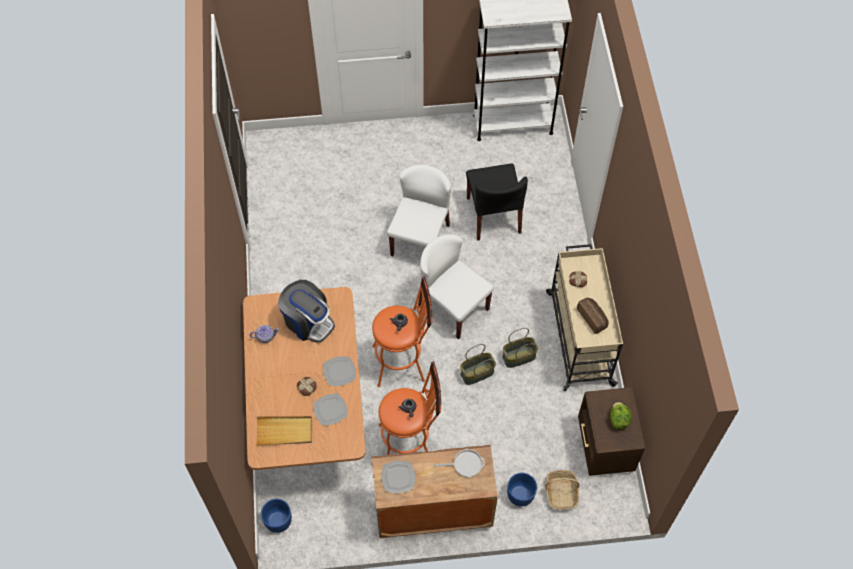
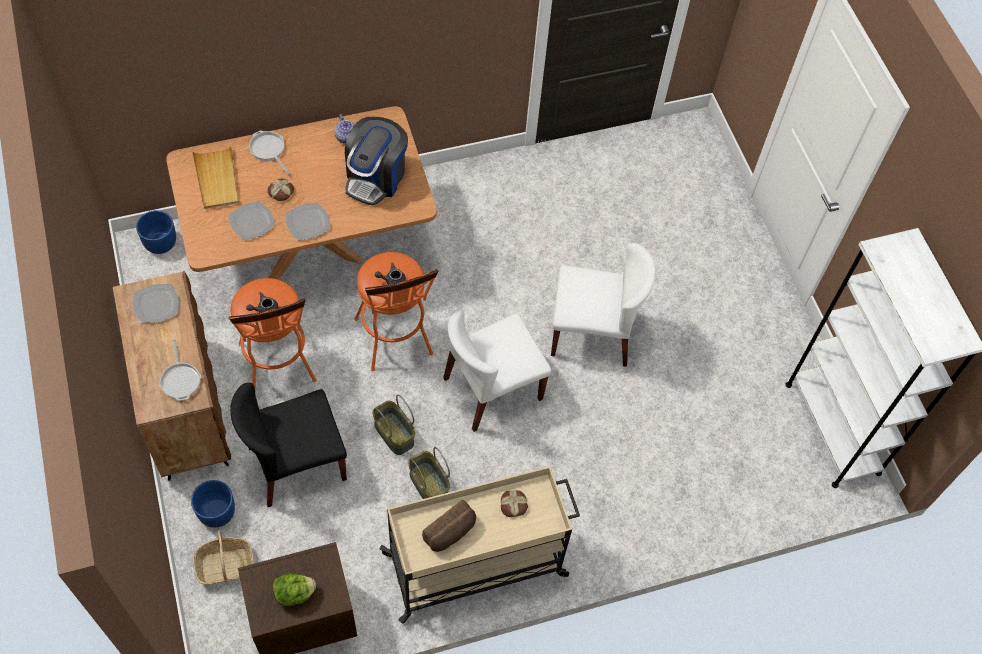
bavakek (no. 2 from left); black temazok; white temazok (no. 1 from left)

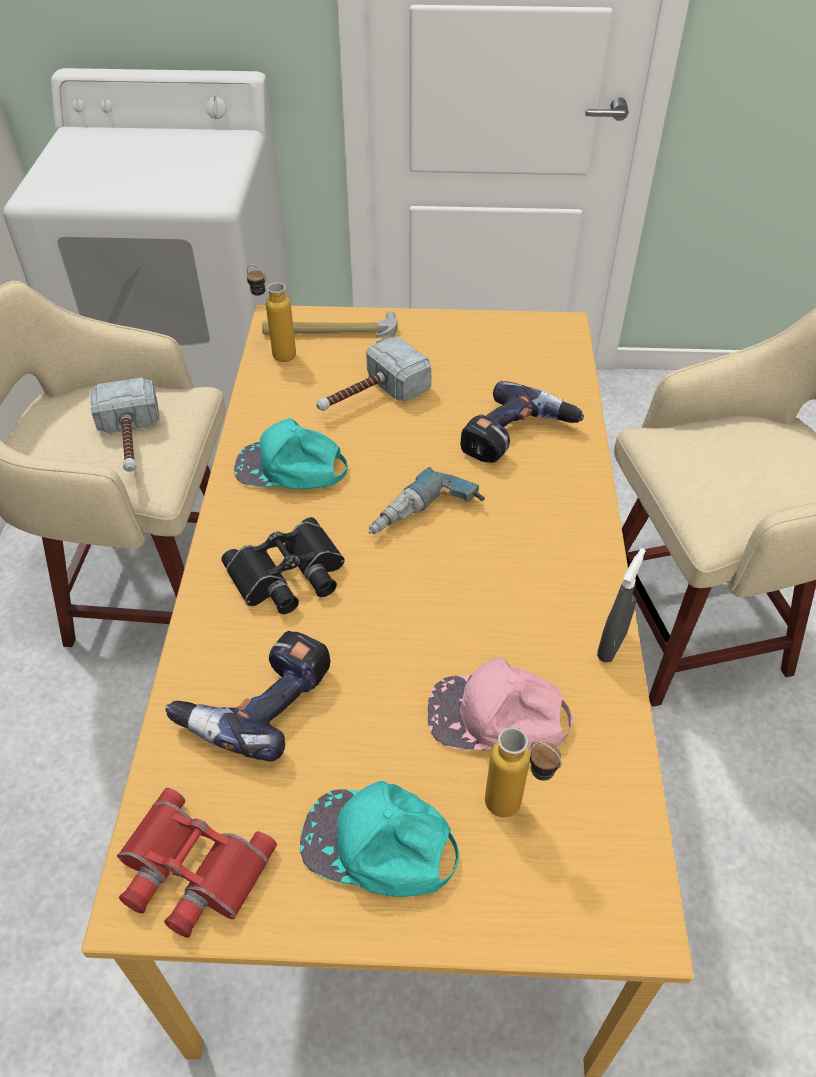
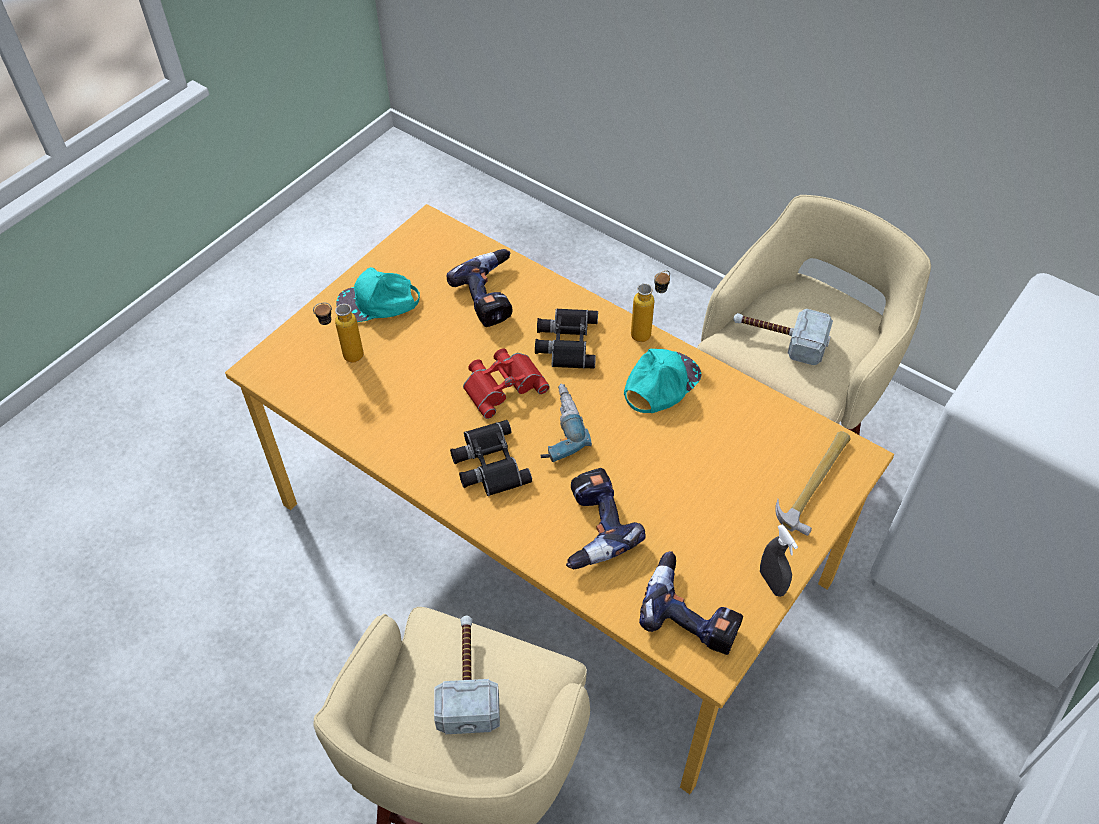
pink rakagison; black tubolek (no. 1 from left); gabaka (no. 4 from left); red tubolek; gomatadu (no. 2 from left); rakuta (no. 1 from left); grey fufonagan; turquoise rakagison (no. 1 from left)

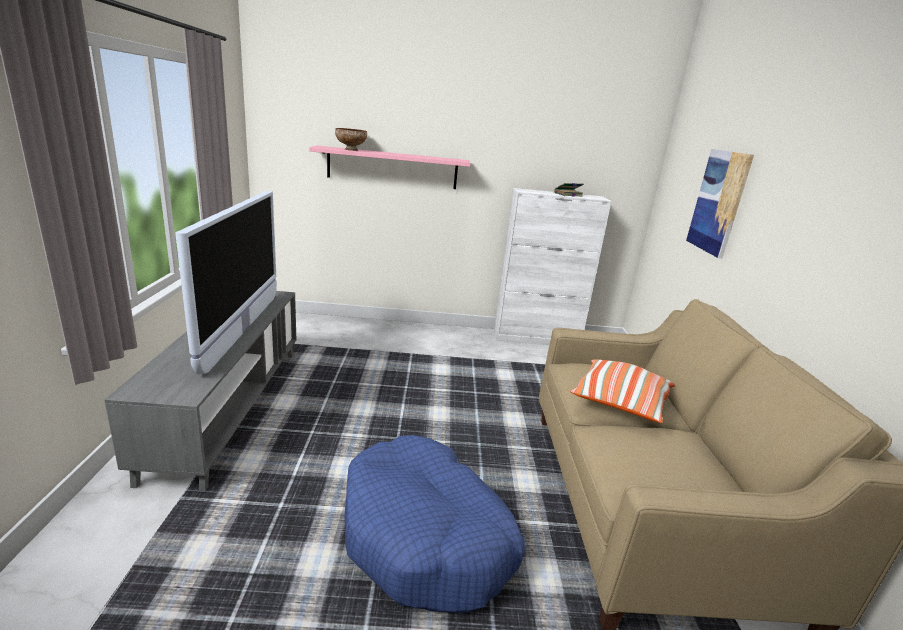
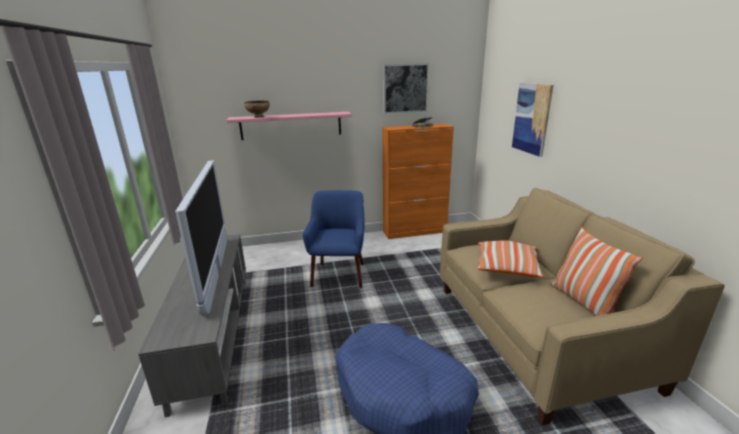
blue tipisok; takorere (no. 1 from left); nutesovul (no. 2 from left); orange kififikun

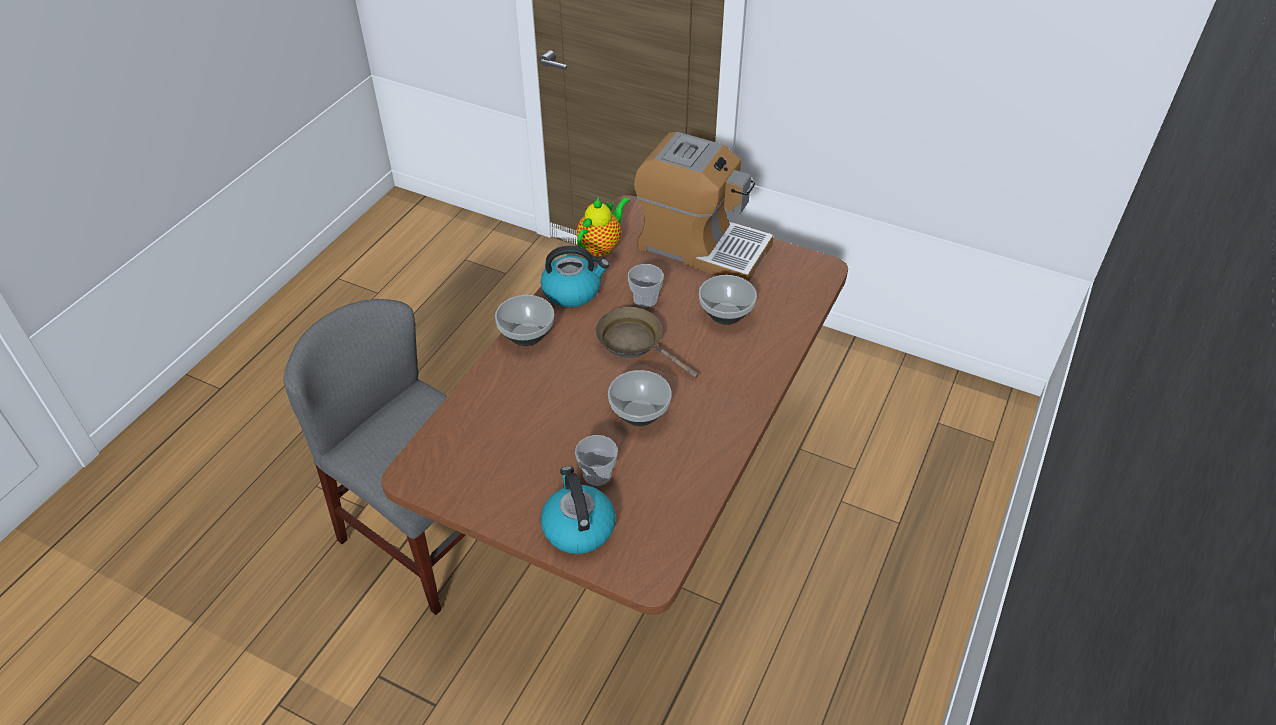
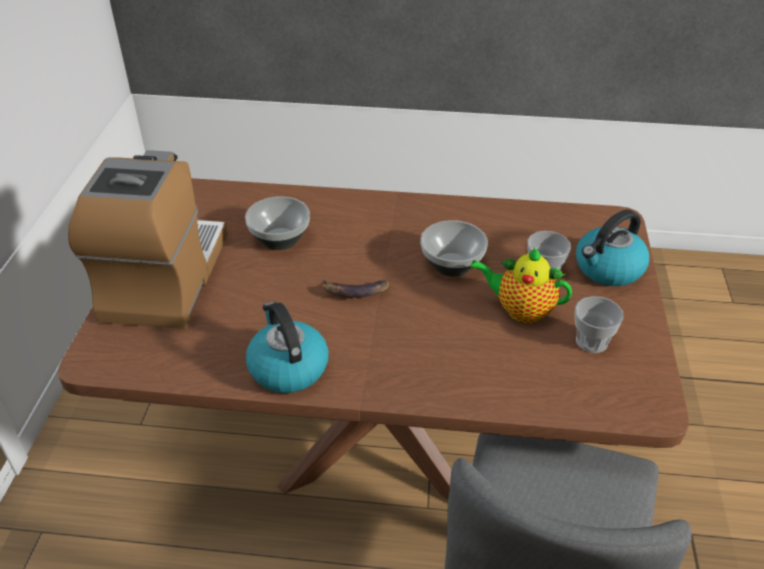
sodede (no. 1 from left in the first image); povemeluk; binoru (no. 2 from left); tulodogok

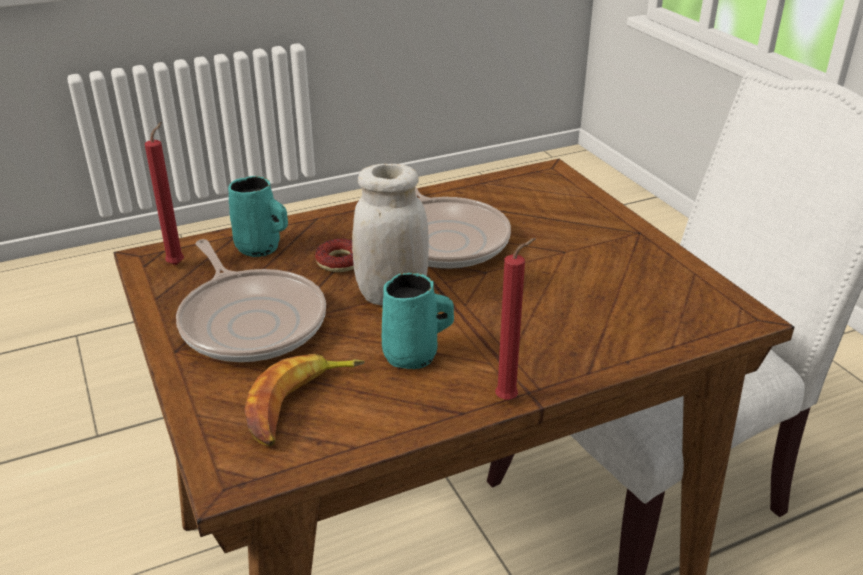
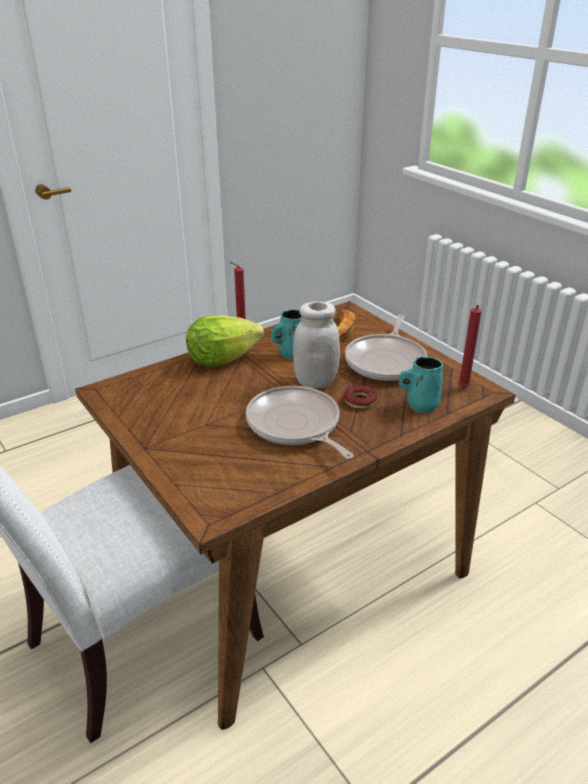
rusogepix; bavakek (no. 2 from left)

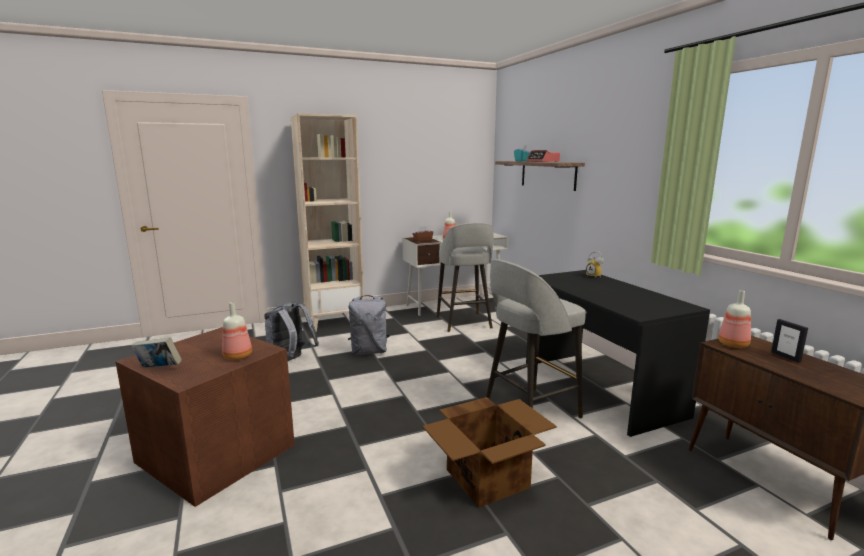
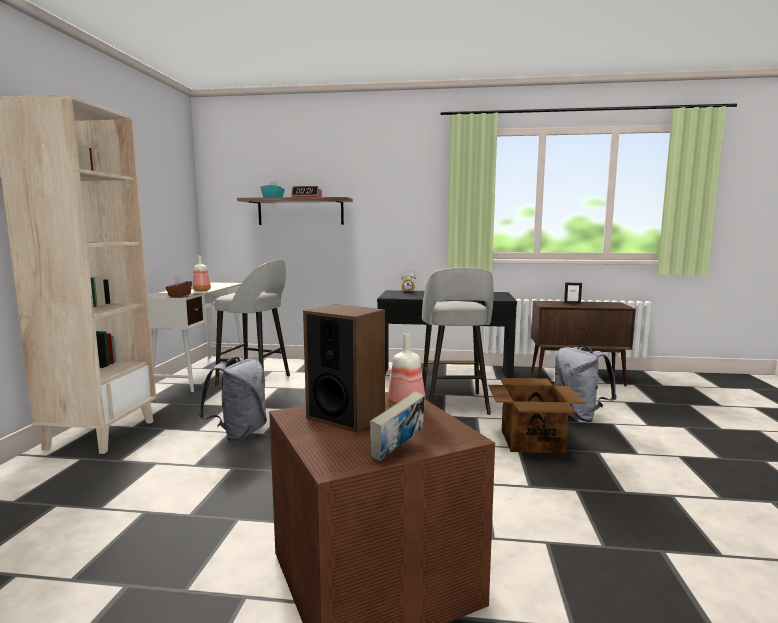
gomatadu (no. 3 from left in the first image); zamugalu; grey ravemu (no. 2 from left)

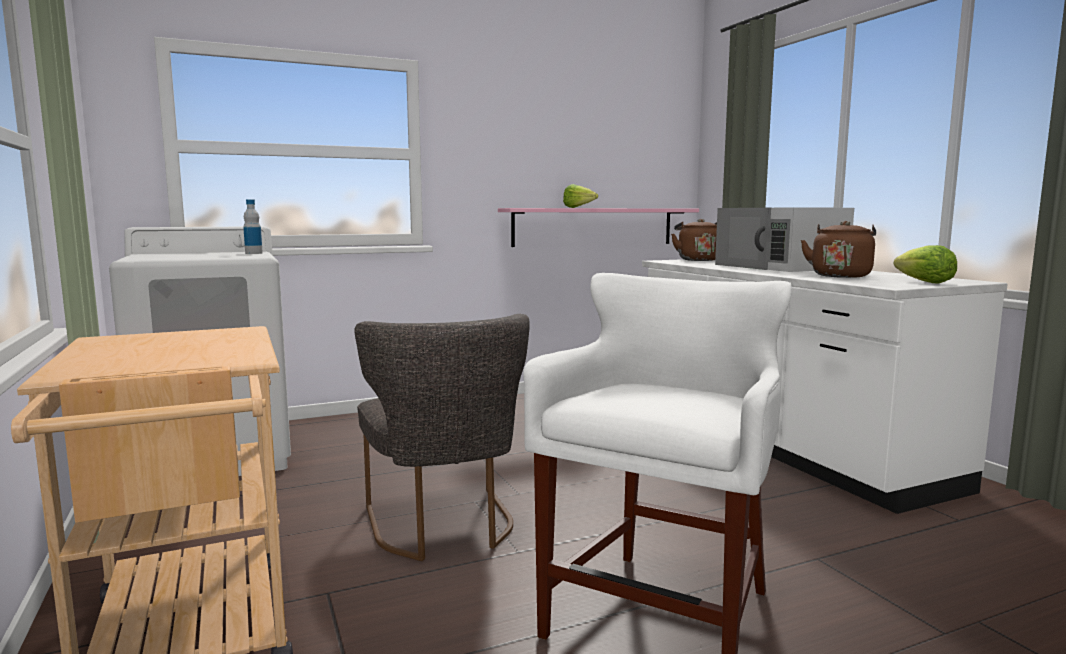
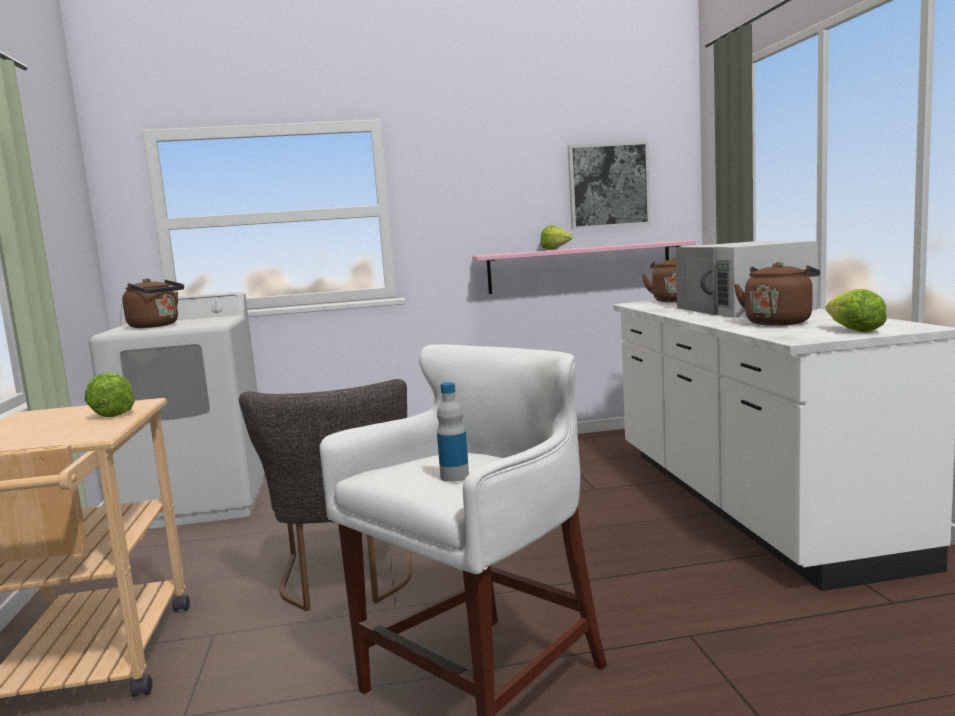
rusogepix (no. 1 from left); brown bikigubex (no. 1 from left); takorere; gomatadu

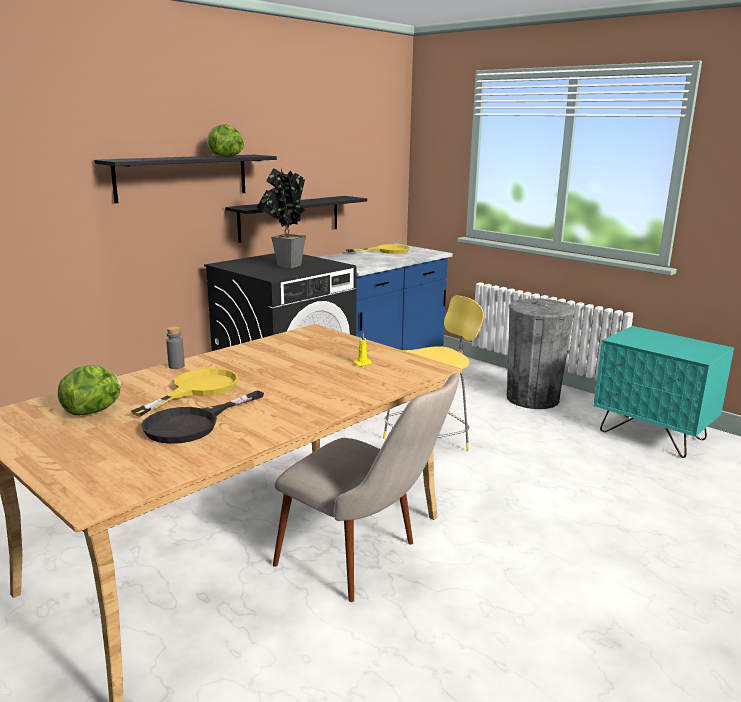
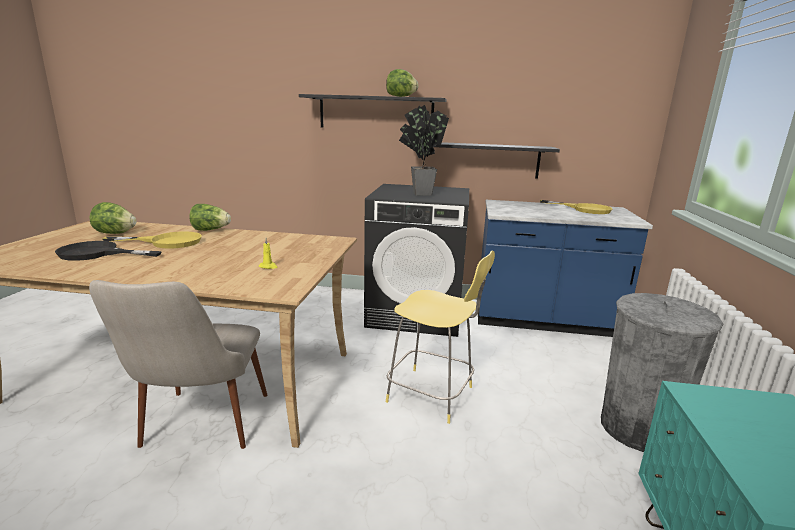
rusogepix (no. 2 from left)

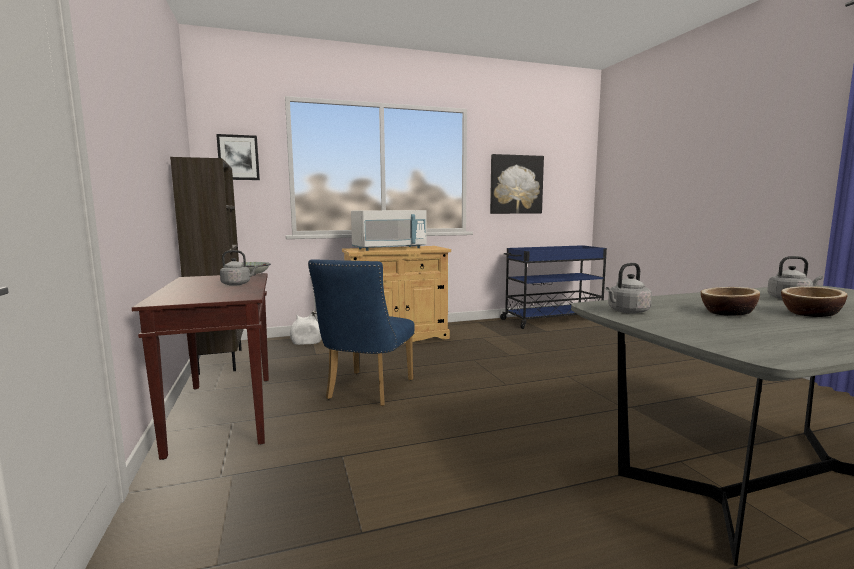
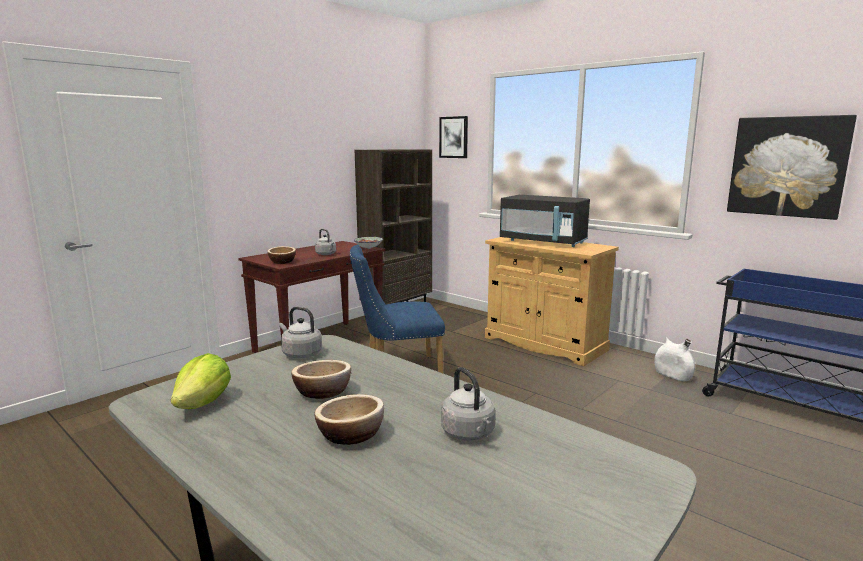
rusogepix; sodede (no. 1 from left); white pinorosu; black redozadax

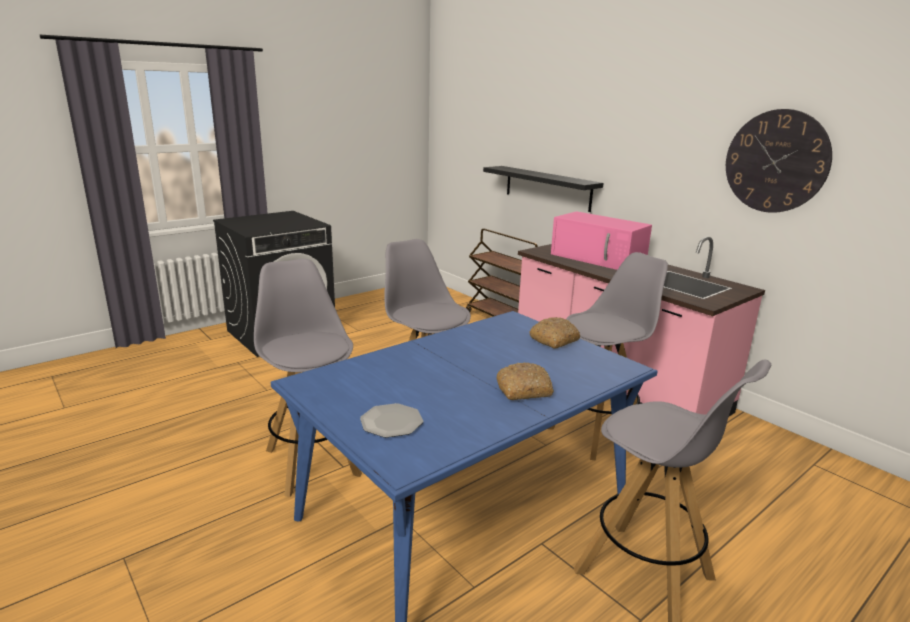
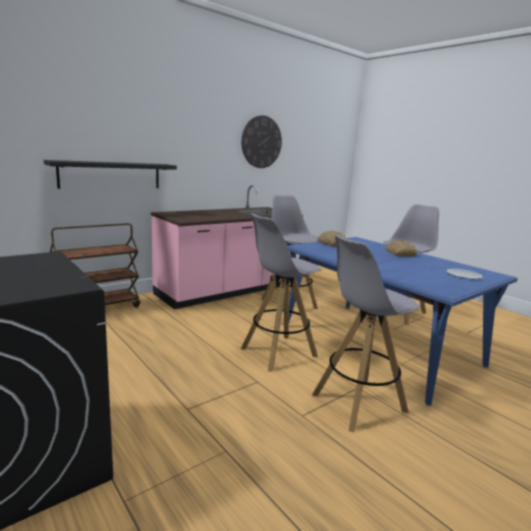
pink redozadax

